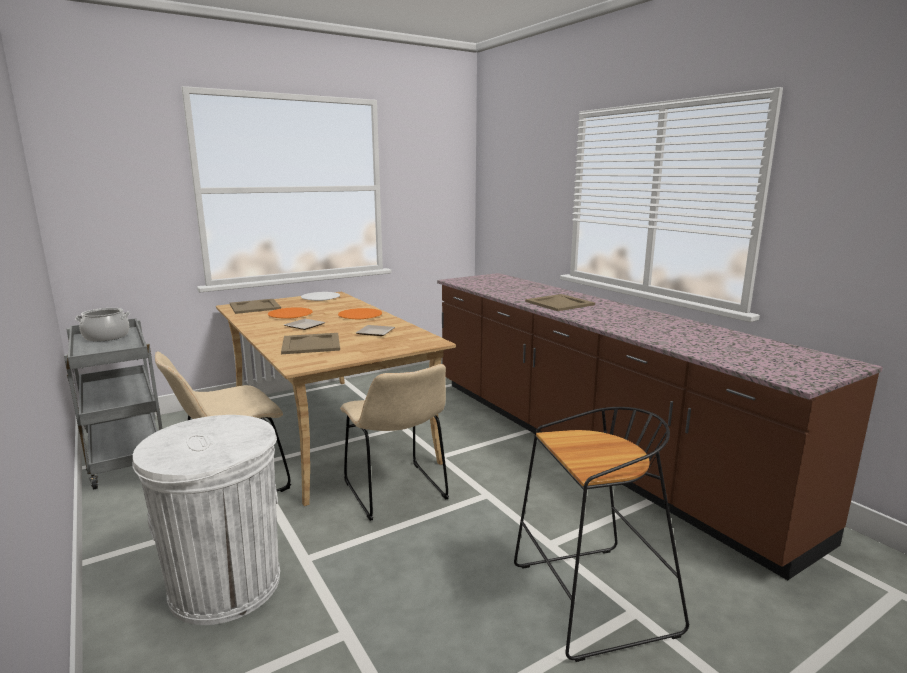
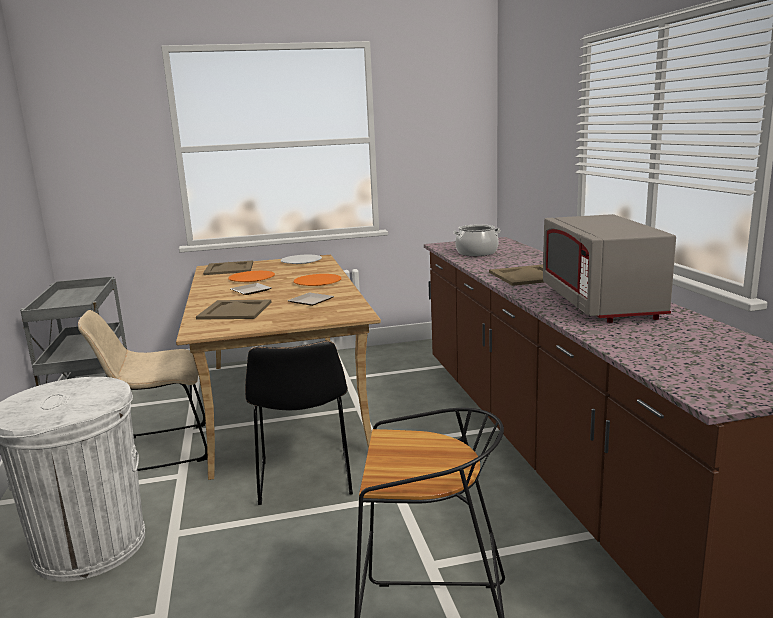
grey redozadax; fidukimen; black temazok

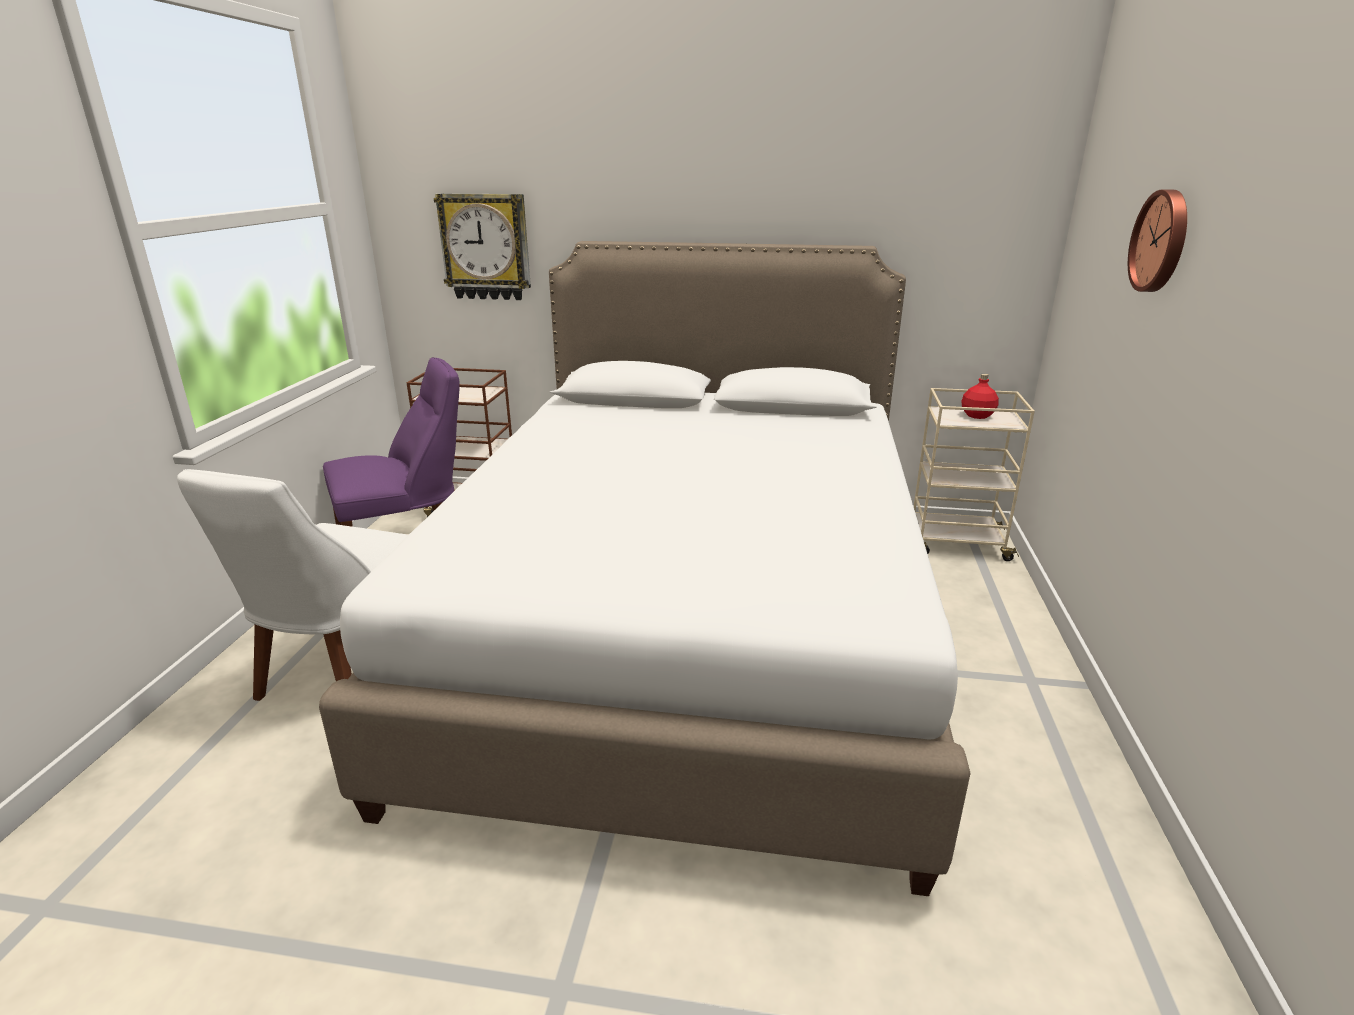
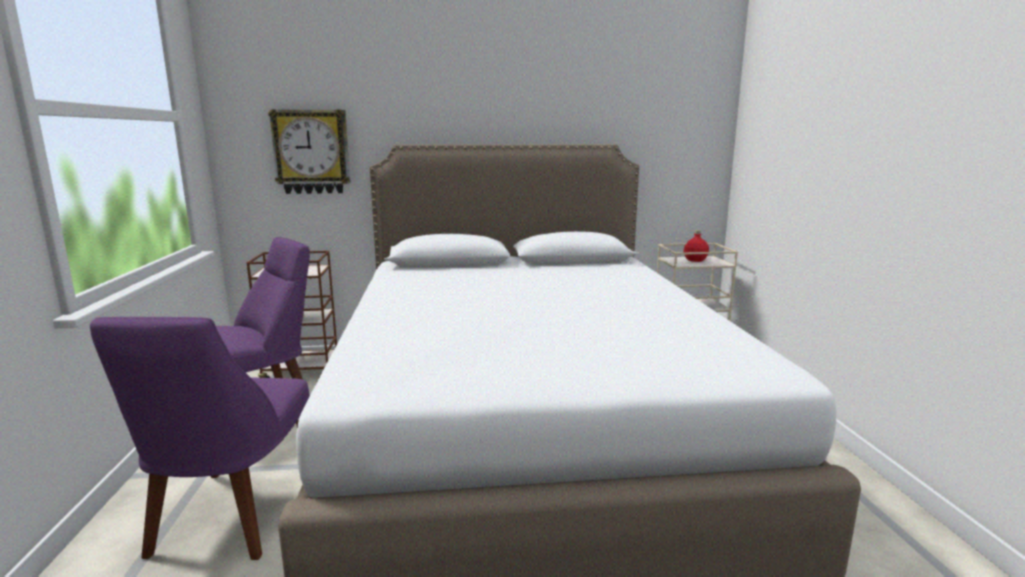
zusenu (no. 2 from left in the first image); purple temazok (no. 1 from left)

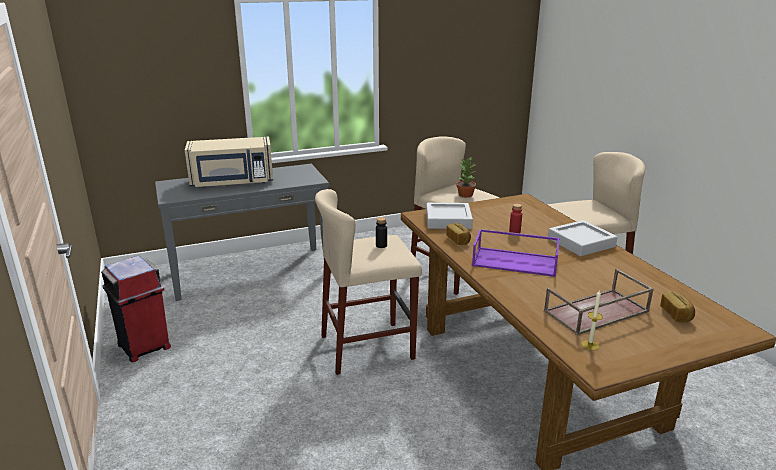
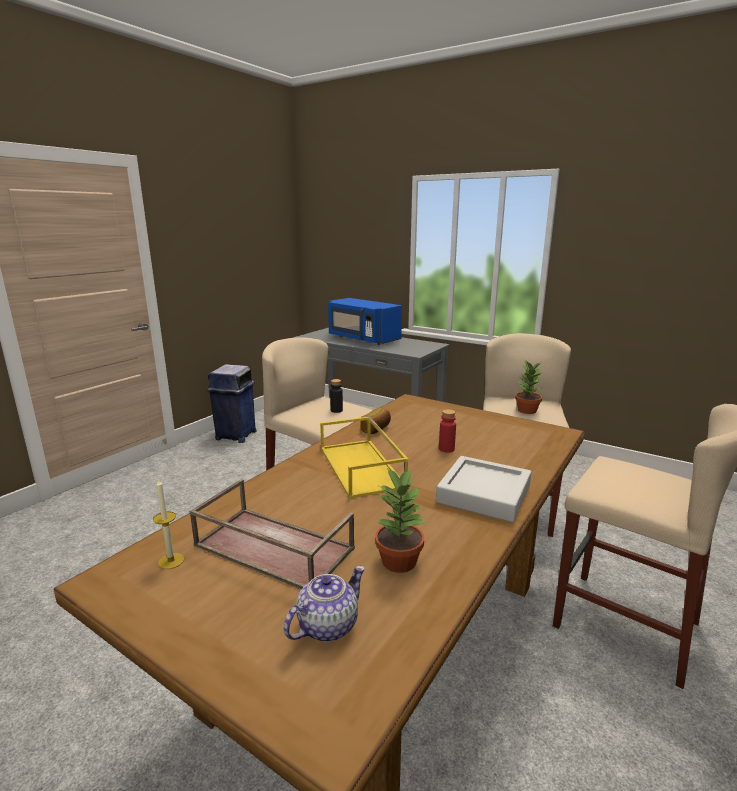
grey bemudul (no. 1 from left in the first image); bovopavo (no. 1 from left); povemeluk; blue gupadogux; blue redozadax; yellow bemudul

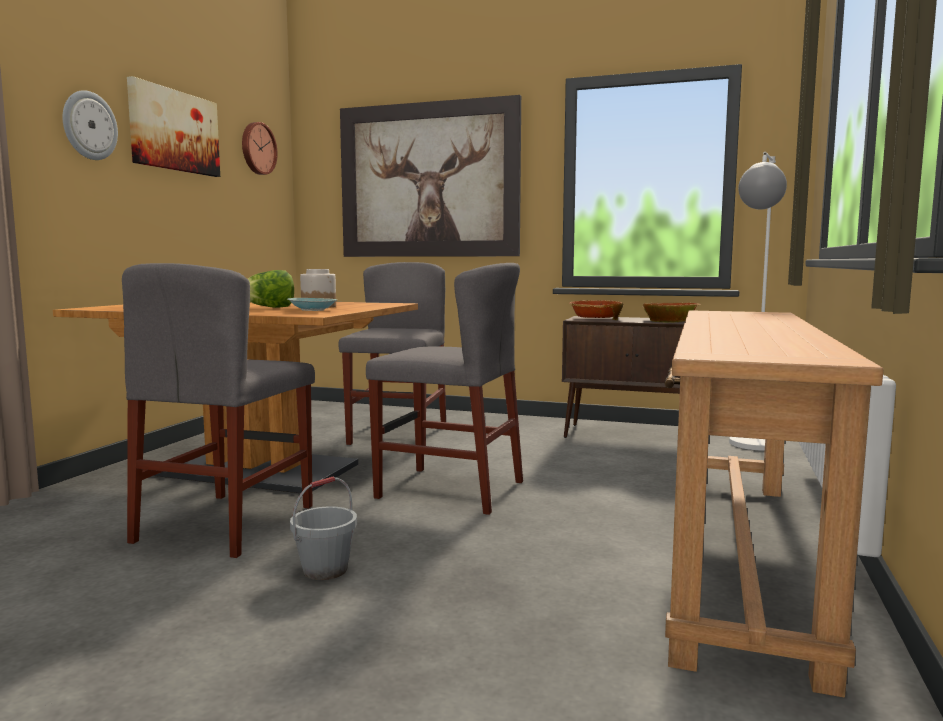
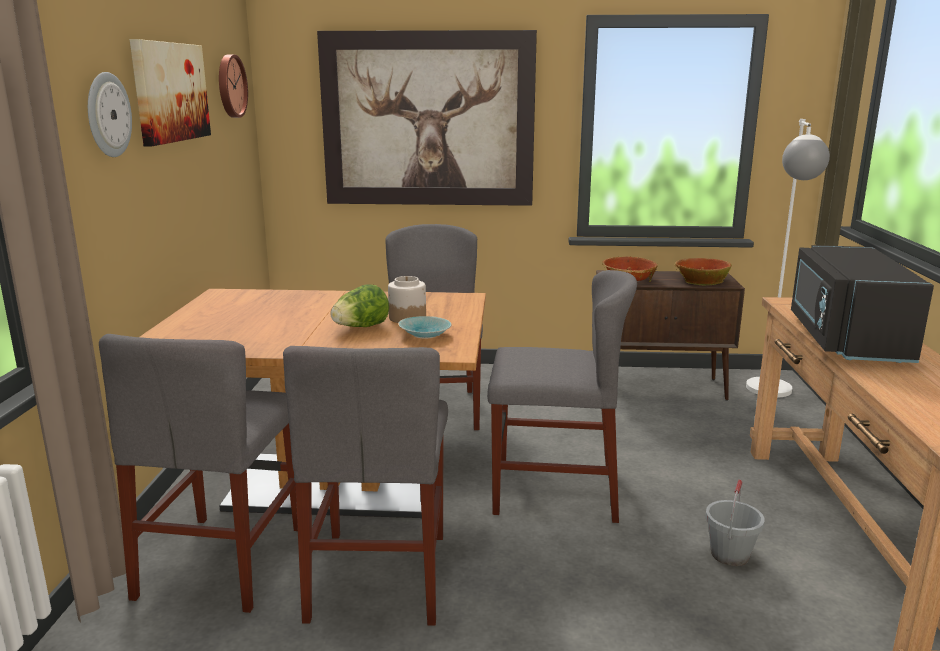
grey temazok (no. 1 from left); black redozadax; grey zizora

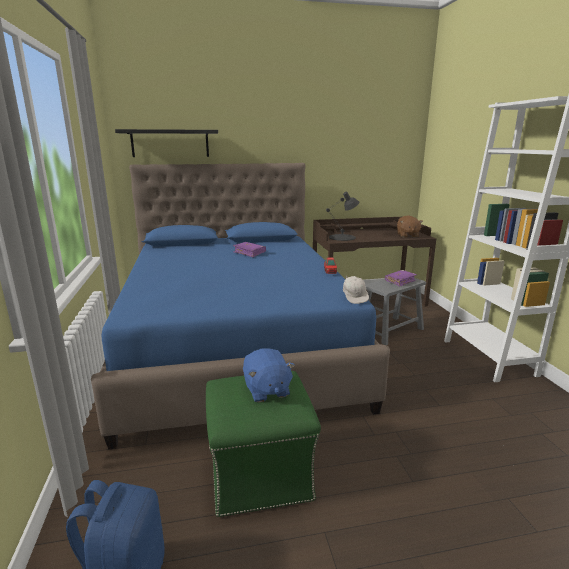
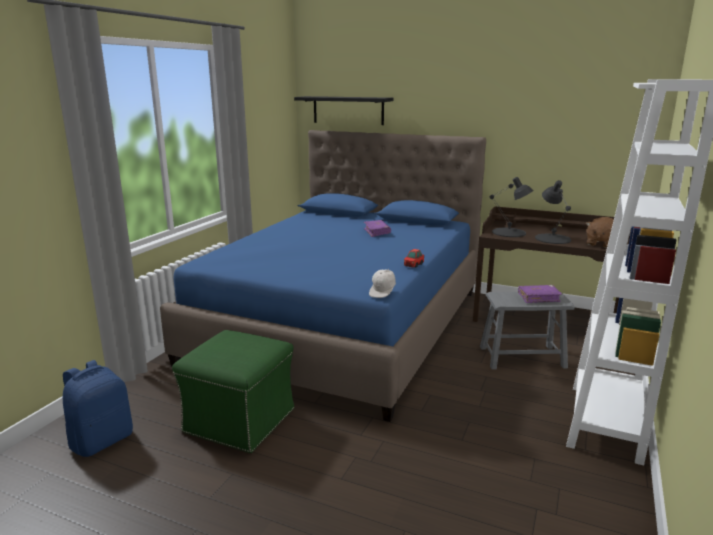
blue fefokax; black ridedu (no. 2 from left)

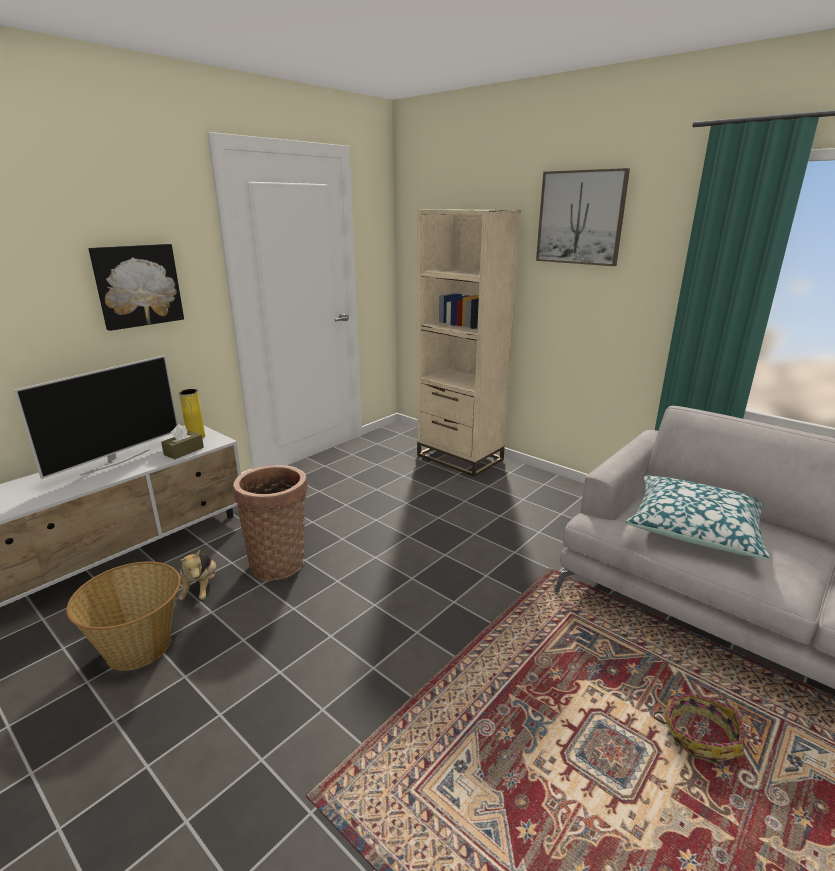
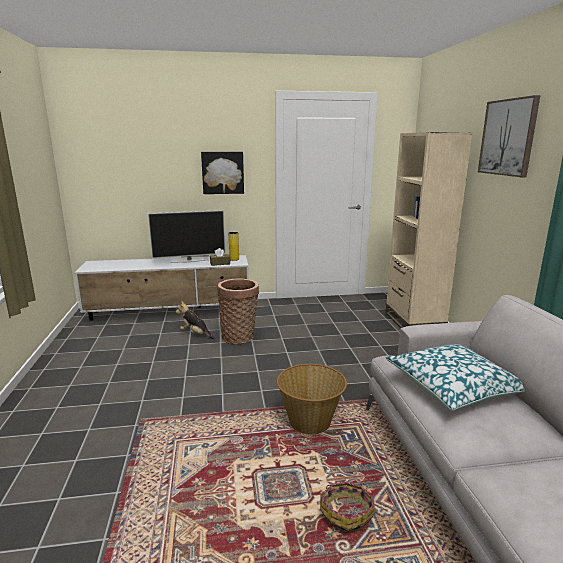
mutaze (no. 2 from left); fefokax

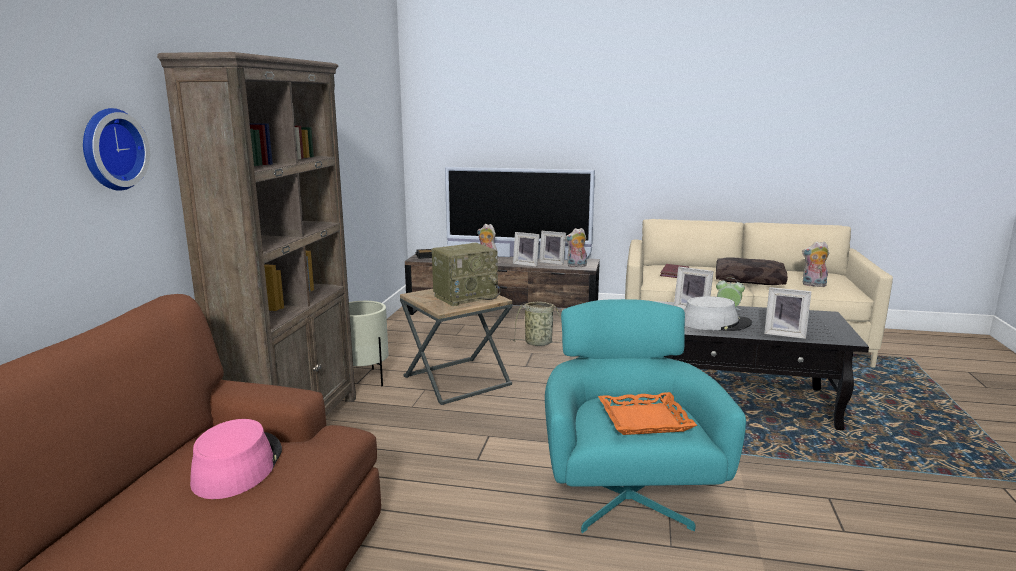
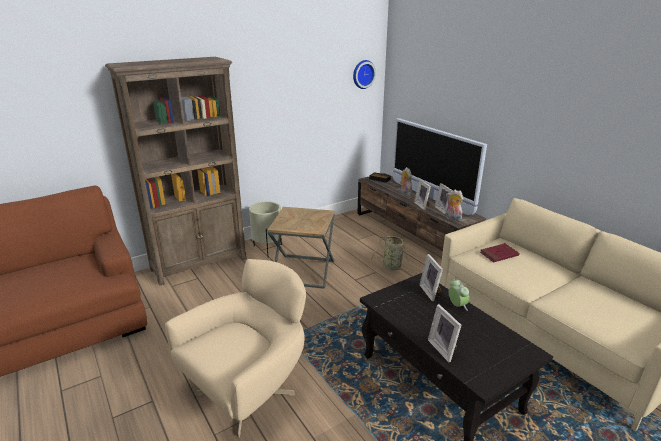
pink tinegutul; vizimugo; orange bemudul; grey tinegutul; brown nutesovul; fefokax (no. 3 from left in the first image); zusenu; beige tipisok

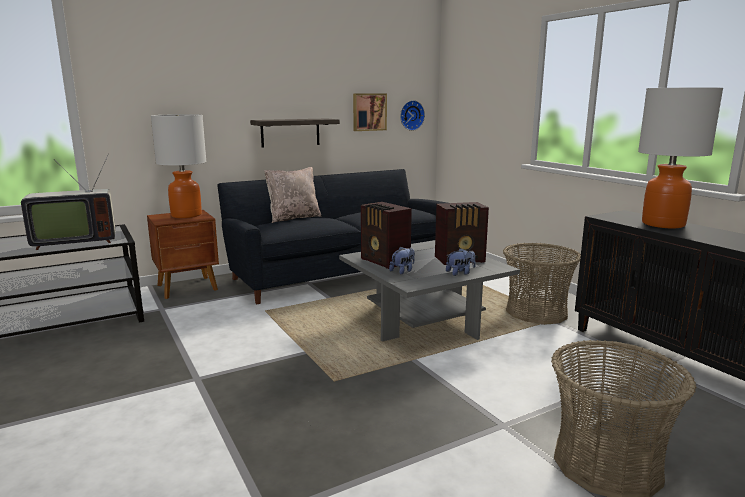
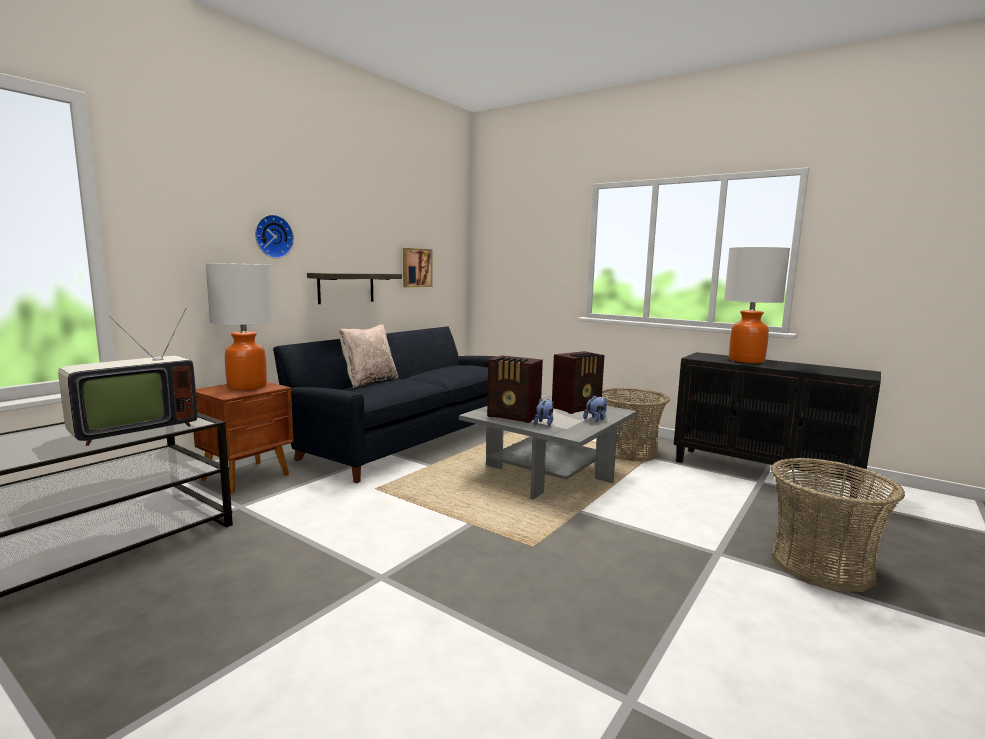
zusenu

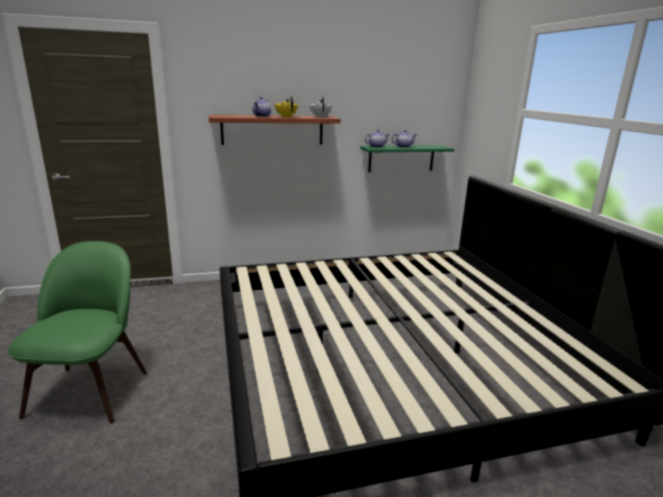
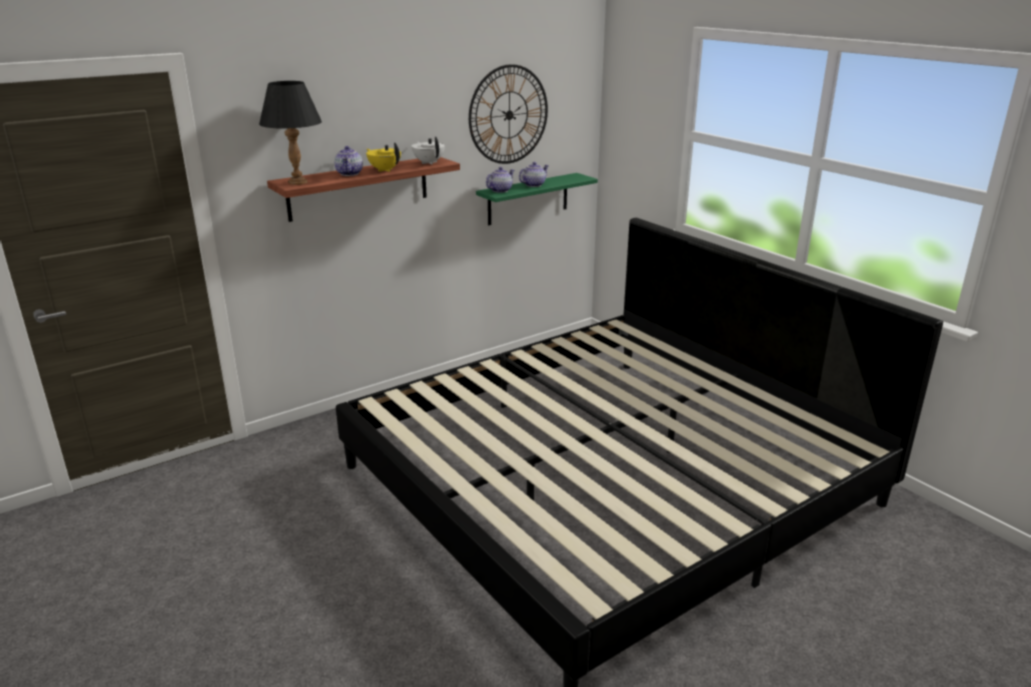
green temazok; black ridedu; zusenu

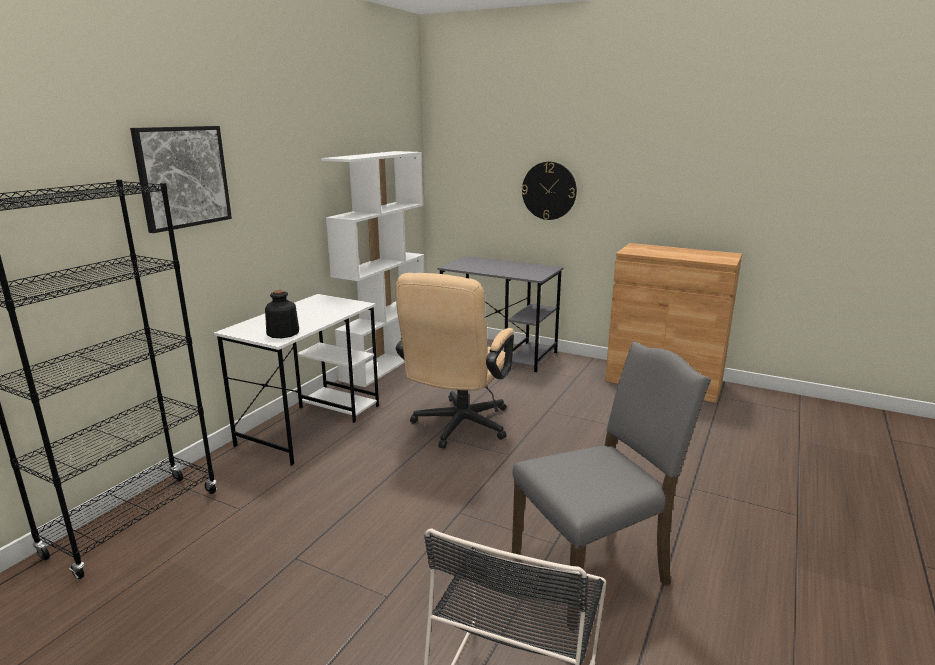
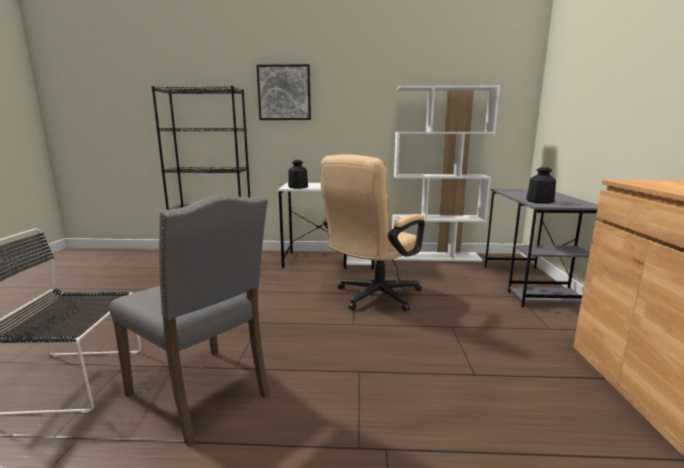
zusenu; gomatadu (no. 2 from left); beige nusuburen

